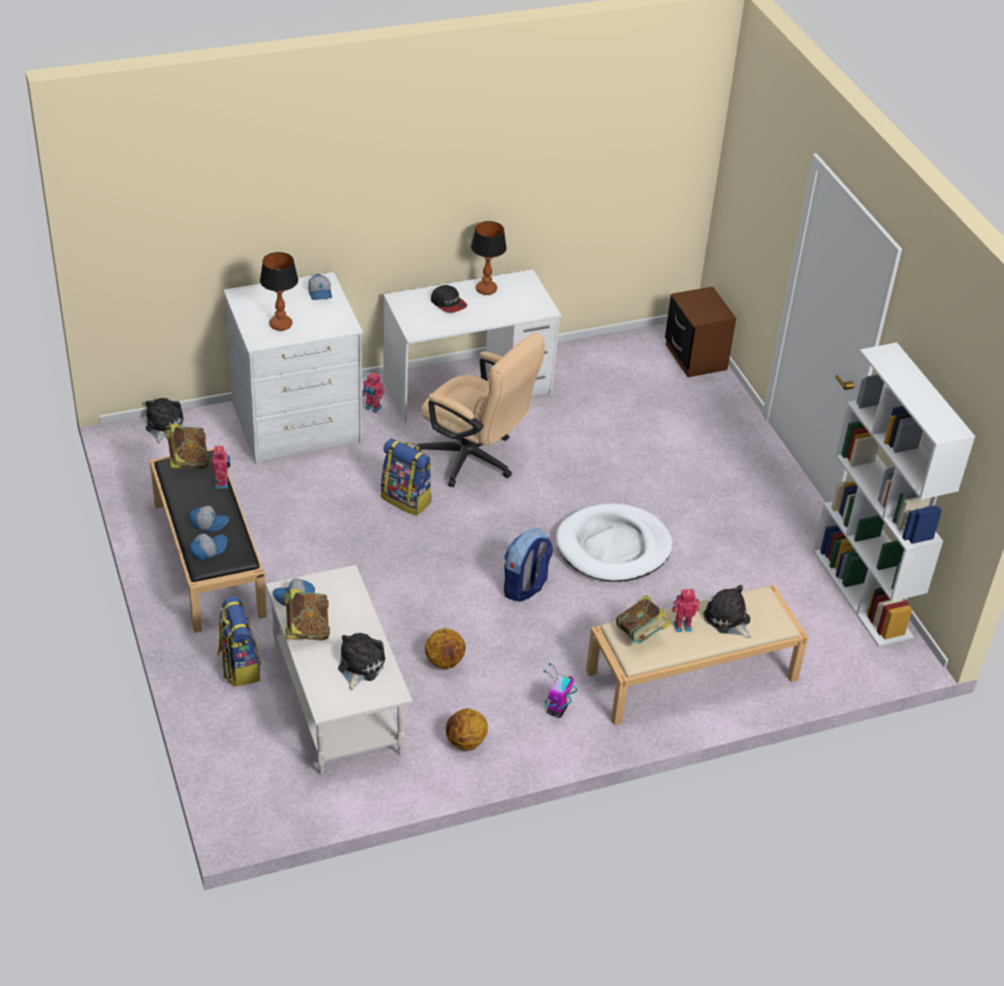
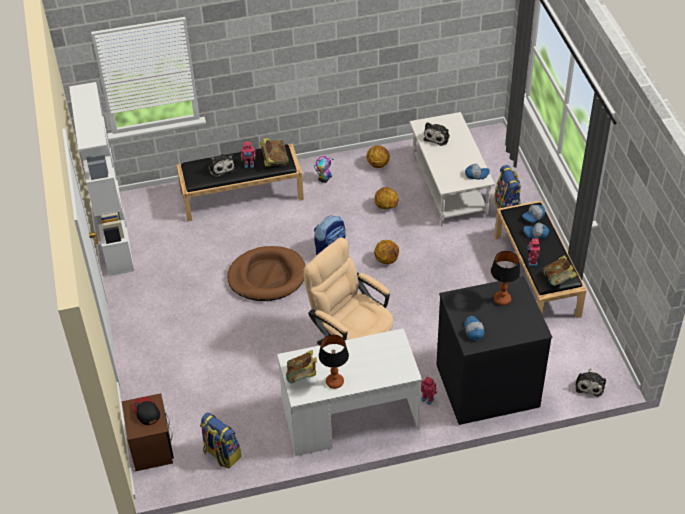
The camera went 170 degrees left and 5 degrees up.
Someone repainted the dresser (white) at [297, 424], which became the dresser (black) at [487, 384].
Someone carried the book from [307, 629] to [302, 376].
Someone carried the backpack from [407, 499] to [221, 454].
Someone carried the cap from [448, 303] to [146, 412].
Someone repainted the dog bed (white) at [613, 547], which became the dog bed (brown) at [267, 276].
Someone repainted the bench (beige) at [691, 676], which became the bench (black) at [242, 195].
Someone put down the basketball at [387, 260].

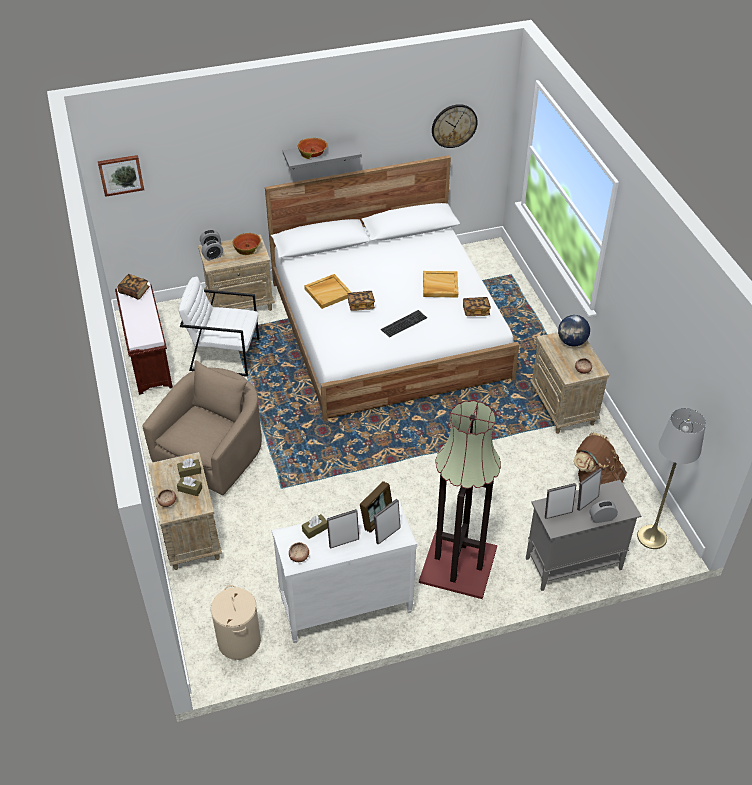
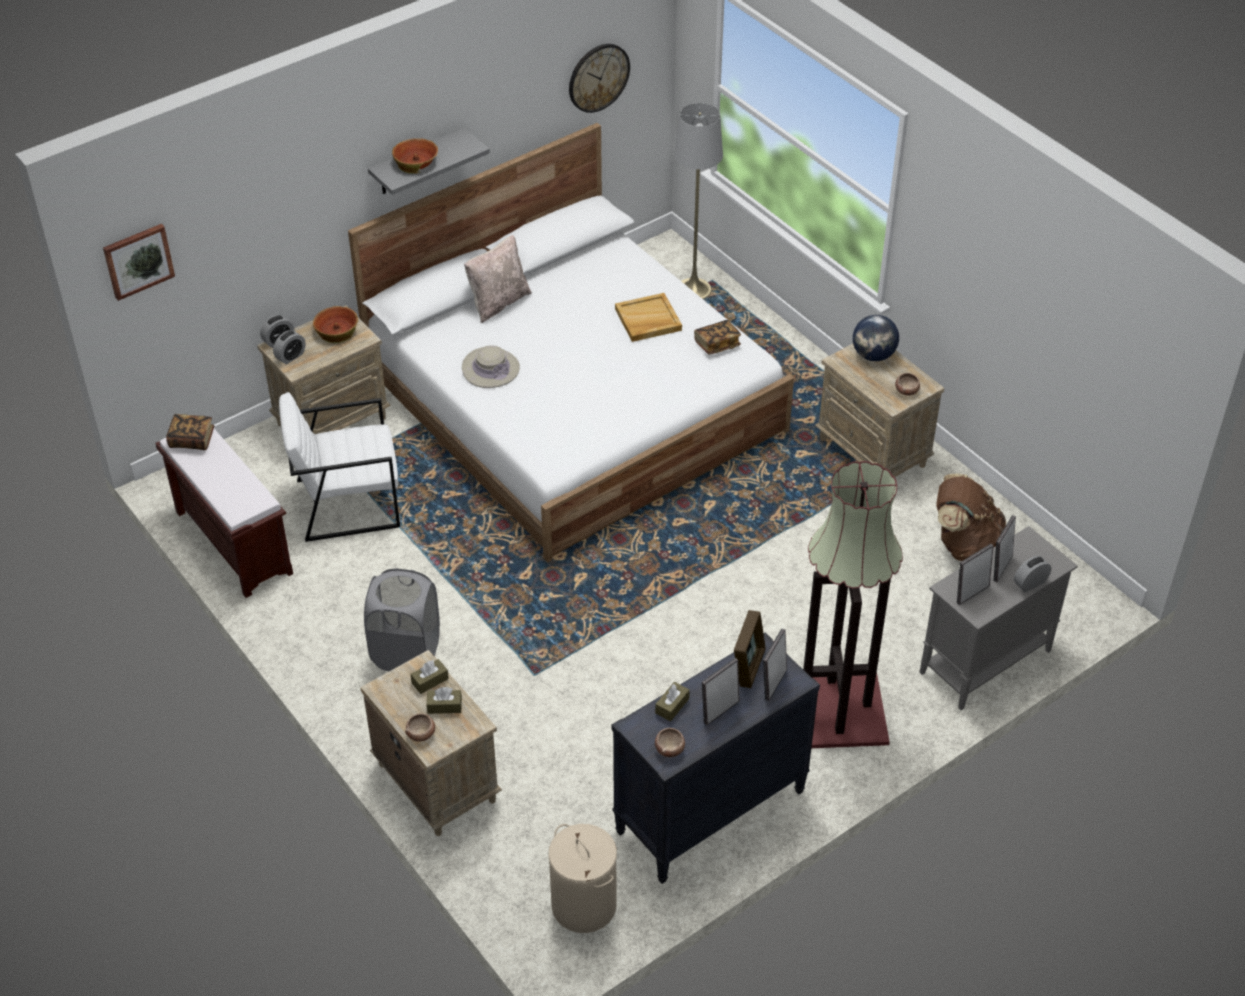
The camera went 20 degrees left and 0 degrees up.
Someone swapped the armchair (beige) at [213, 452] for the laundry basket (grey) at [406, 652].
Someone repainted the dresser (white) at [345, 607], which became the dresser (black) at [710, 813].
Someone swapped the tray (beige) at [328, 292] for the hat (beige) at [490, 368].
Someone took away the book at [361, 305].
Someone took away the keyboard at [403, 323].
Someone carried the floor lamp (grey) from [652, 537] to [693, 290].
Someone put down the pillow (beige) at [498, 302].

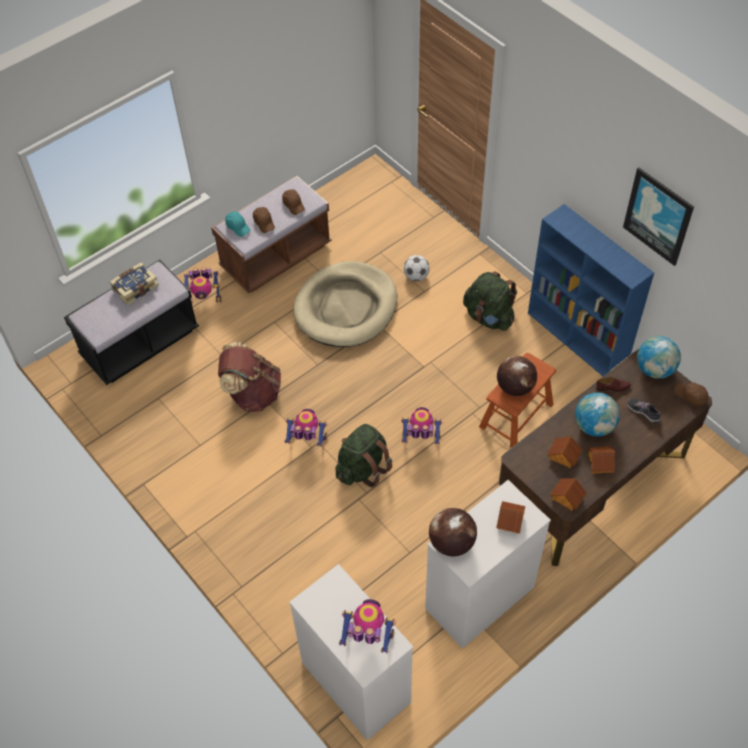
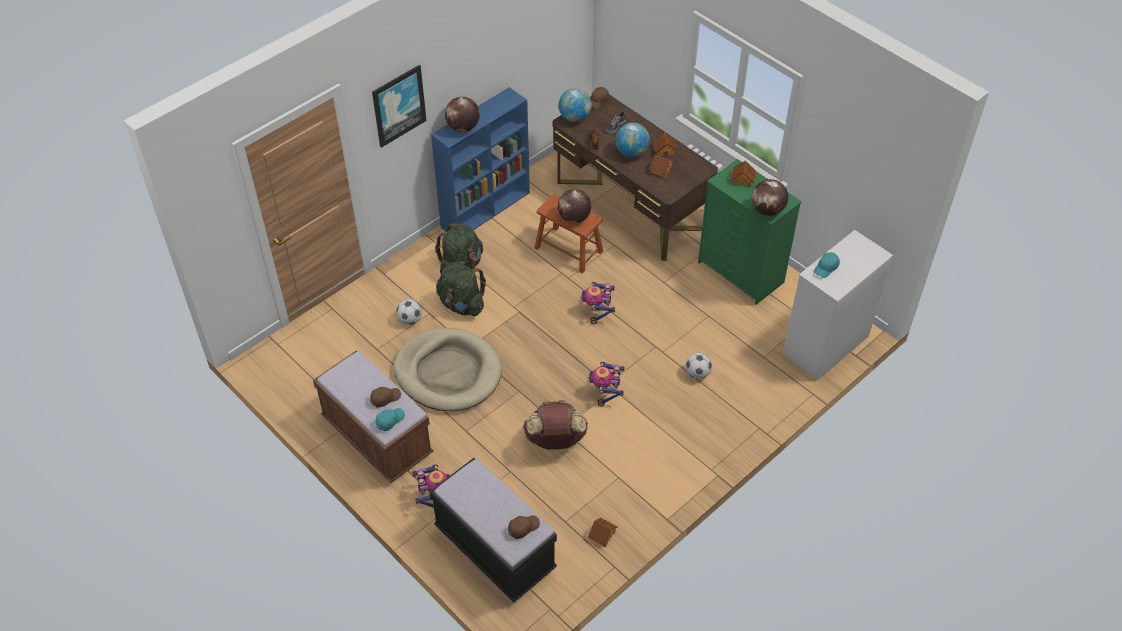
The camera went 95 degrees left and 5 degrees down.
Someone took away the book at [135, 287].
Someone carried the cap (brown) from [293, 205] to [523, 528].
Someone carried the backpack (green) from [362, 468] to [462, 305].
Someone took away the toy robot at [368, 638].
Someone repainted the dresser (white) at [479, 598], which became the dresser (green) at [741, 273].
Someone carried the toy house from [566, 497] to [602, 535].
Someone carried the picture from [658, 216] to [398, 105].
Someone put down the globe at [463, 127].
Someone put down the football at [697, 373].
Someone put down the cap (turquoise) at [826, 268].

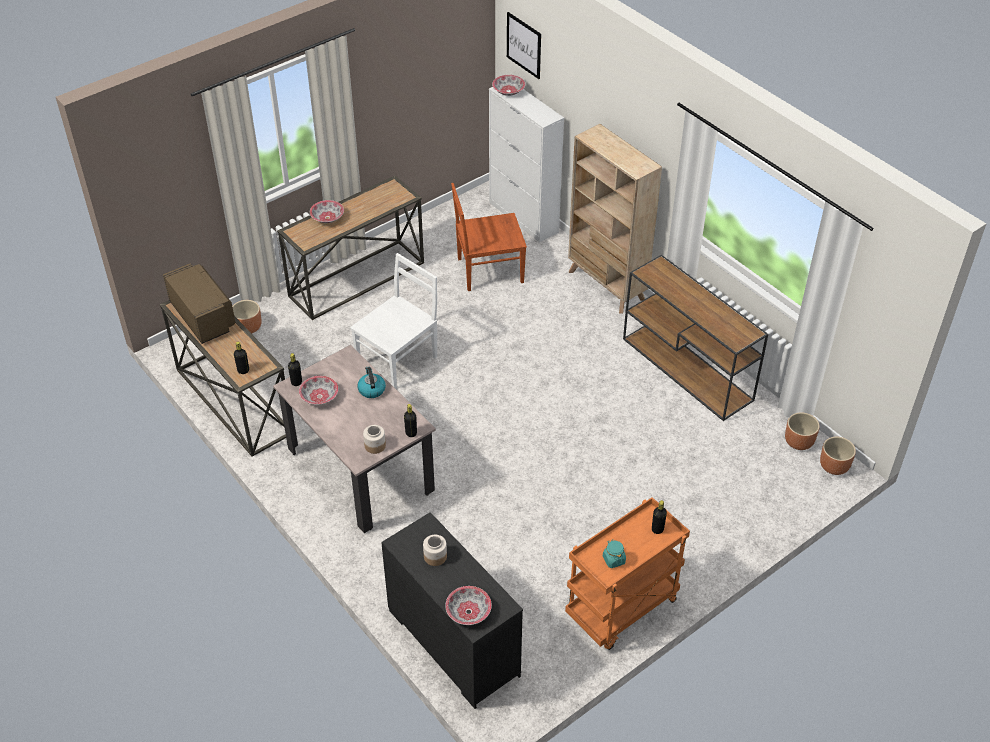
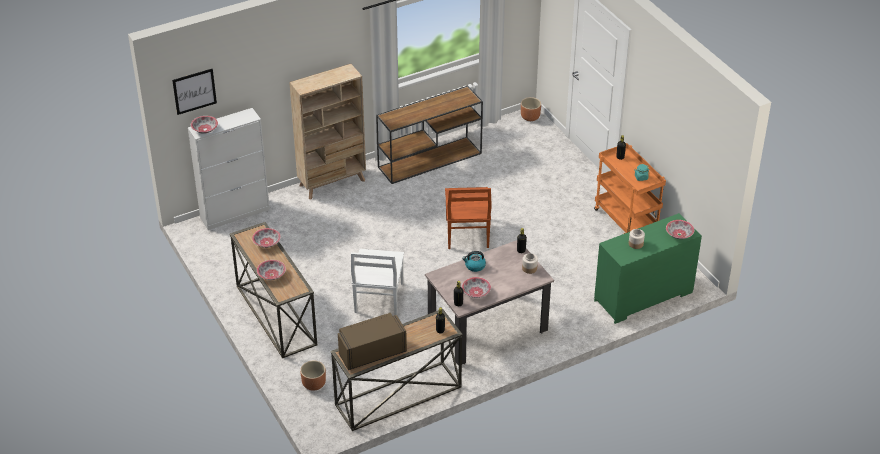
The camera went 80 degrees left and 5 degrees down.
Someone rotated the chair (white) at [398, 359] by 135 degrees counterclockwise.
Someone repainted the dresser (black) at [452, 643], which became the dresser (green) at [643, 297].
Someone carried the chair (brown) from [488, 271] to [467, 234].
Someone took away the planter (brown) at [798, 442].
Someone put down the bowl at [266, 243].

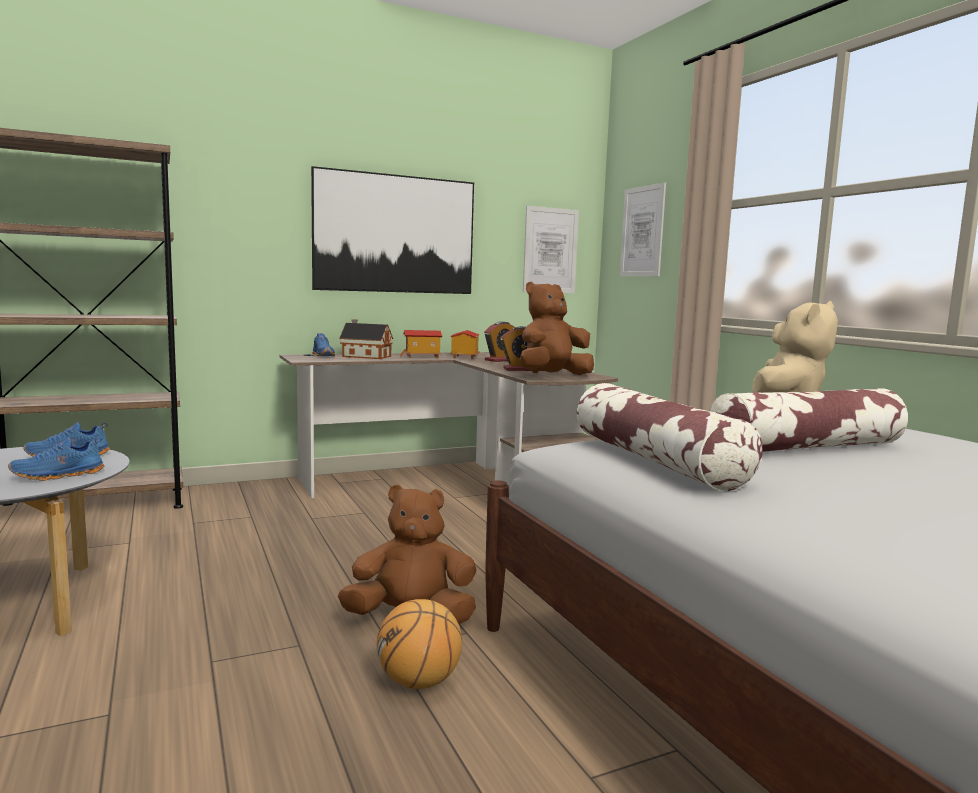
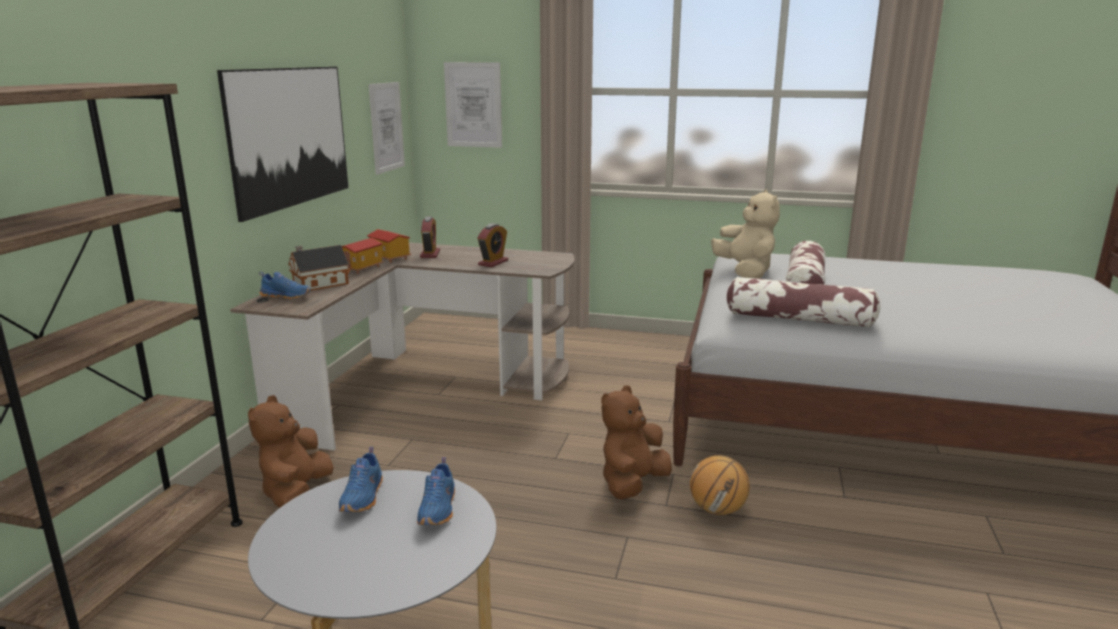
The camera went 50 degrees left and 10 degrees up.
Someone carried the plush toy (brown) from [552, 376] to [296, 493].

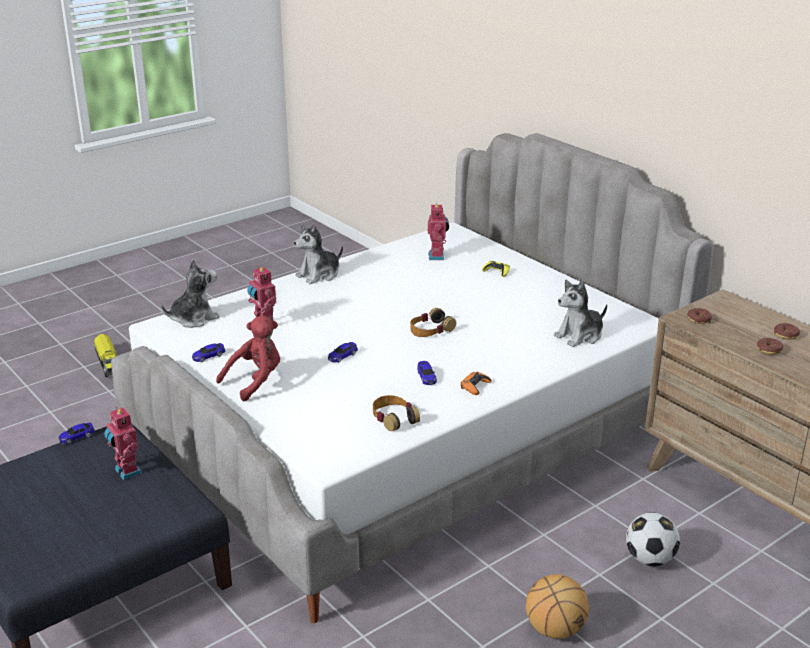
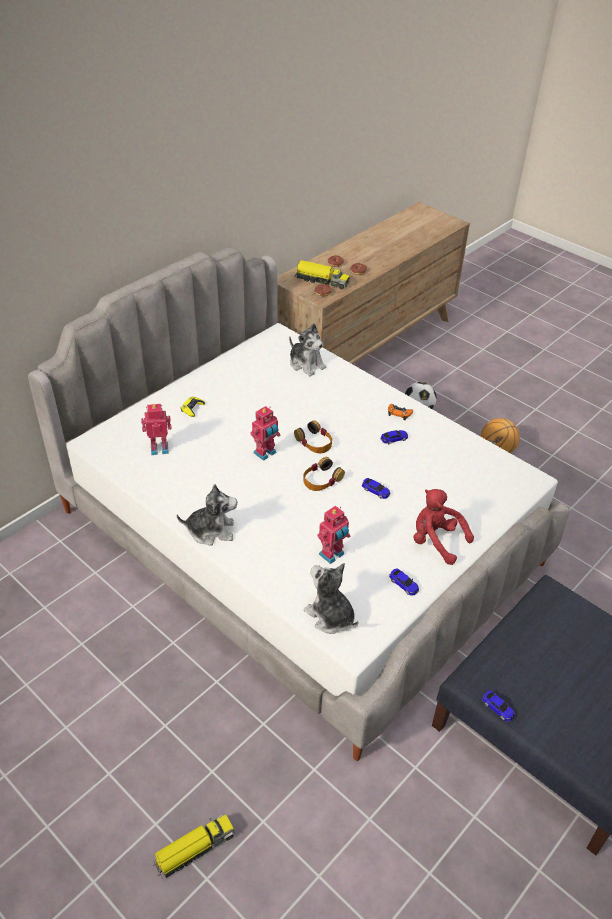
The camera went 100 degrees left and 15 degrees up.
Someone carried the toy robot from [126, 472] to [265, 453].
Someone rotated the plush toy at [319, 275] by 45 degrees counterclockwise.
Someone carried the headphones from [394, 418] to [321, 479].
Someone put down the toy truck at [321, 280].

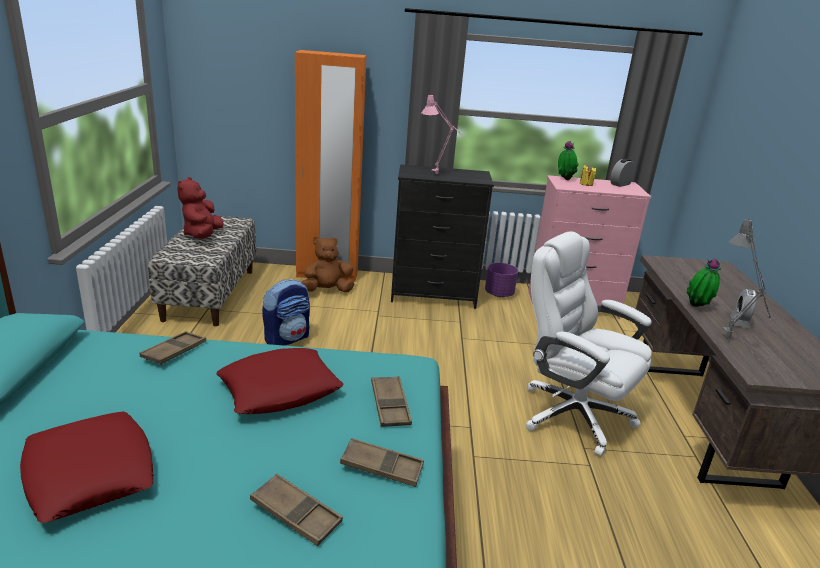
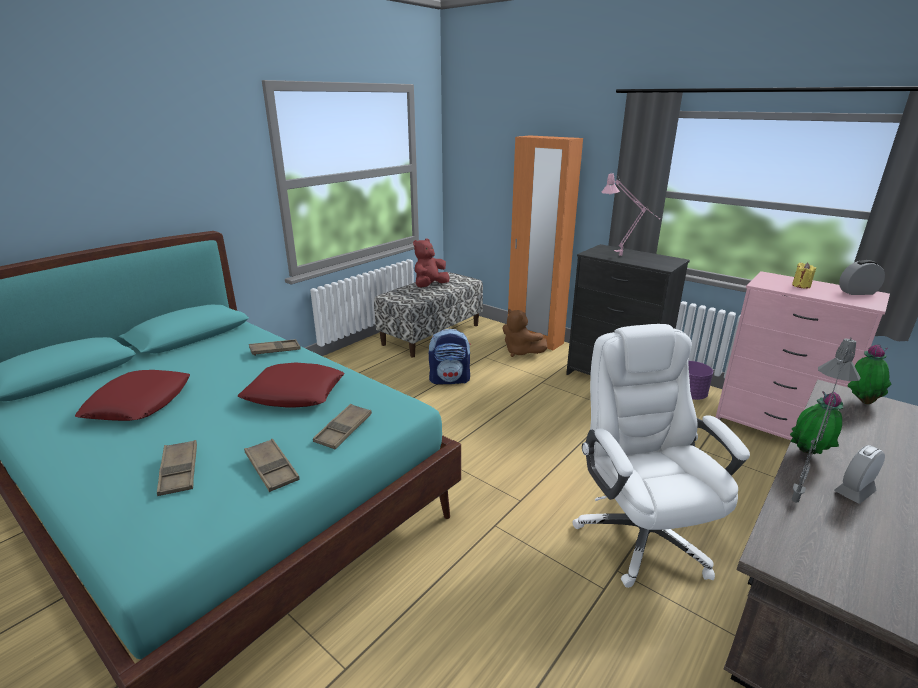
The camera went 40 degrees right and 0 degrees up.
Someone rotated the plush toy (brown) at [327, 291] by 150 degrees counterclockwise.
Someone carried the potted plant from [564, 179] to [861, 401].

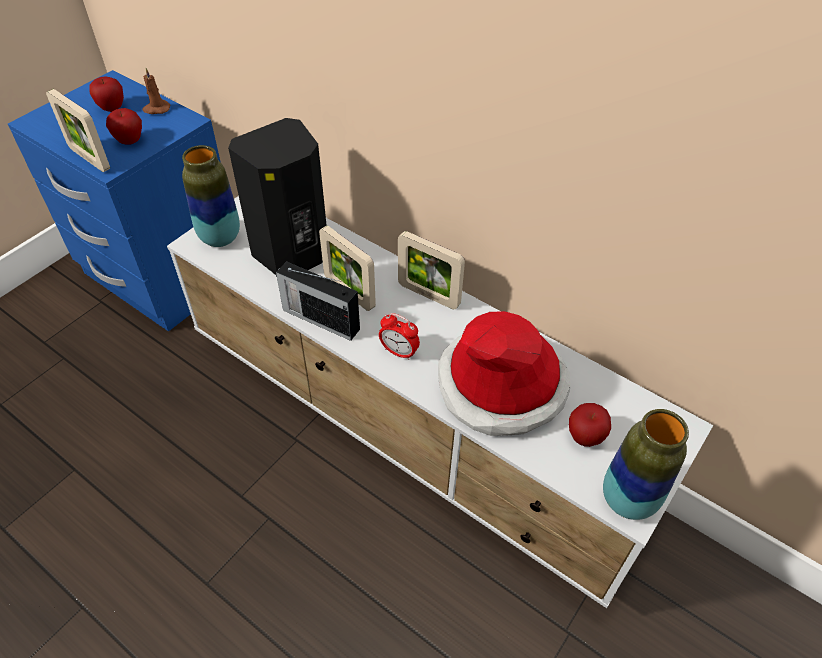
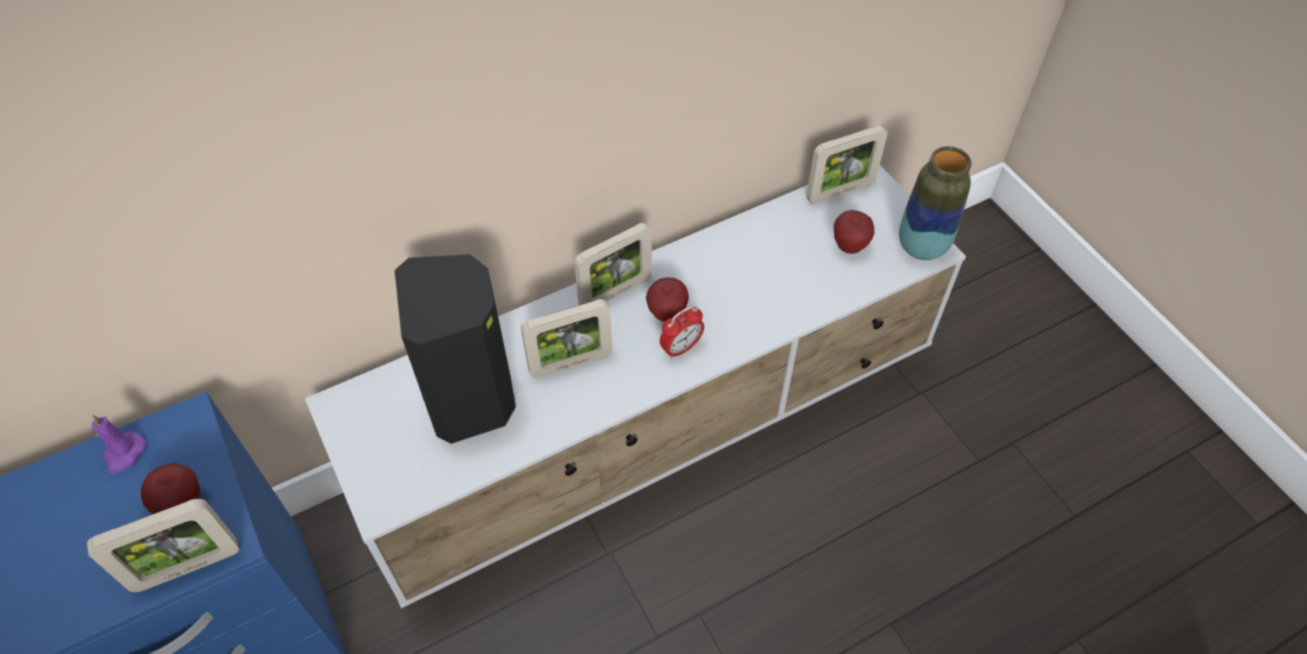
The camera went 65 degrees left and 5 degrees up.
Someone carried the apple from [112, 108] to [667, 314].
Someone repainted the candle (brown) at [156, 109], which became the candle (purple) at [124, 454].
Someone took away the vase at [220, 237].
Someone took away the radio at [319, 318].
Someone took away the hat at [501, 385].
Someone put down the picture frame at [840, 192].

